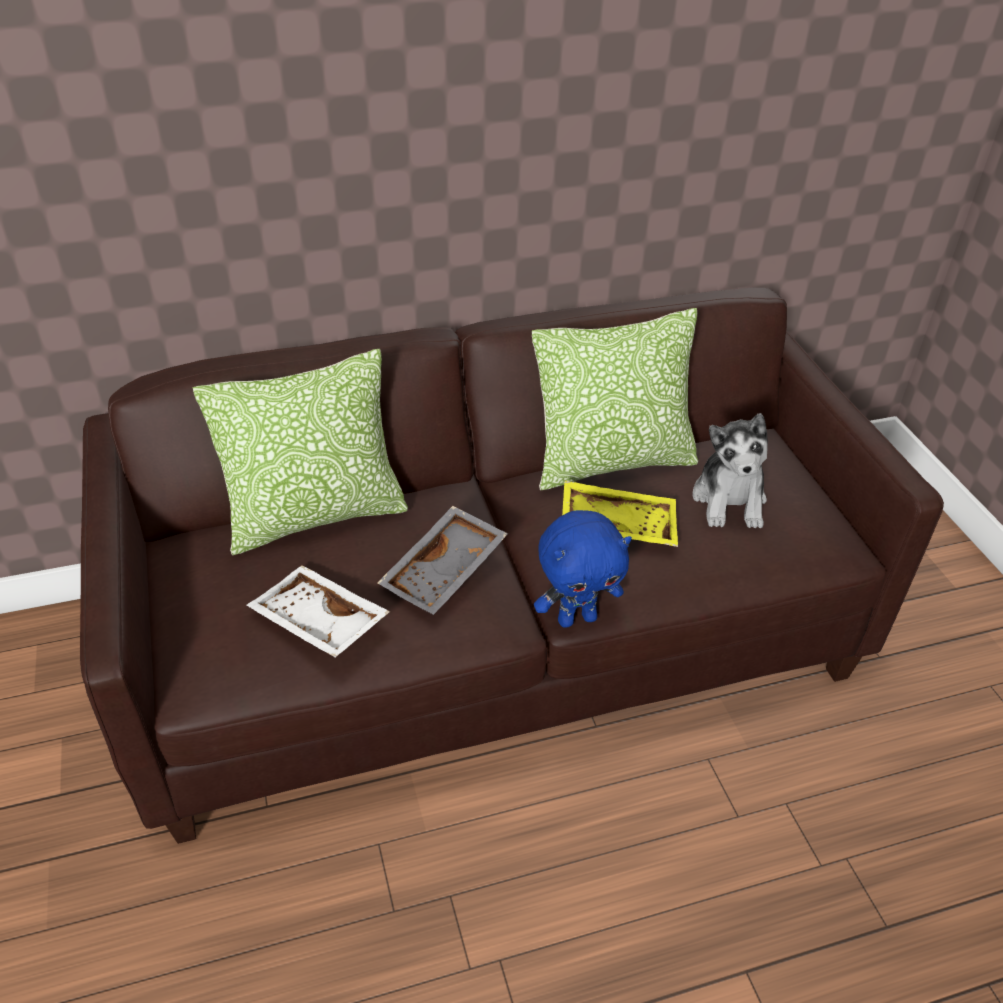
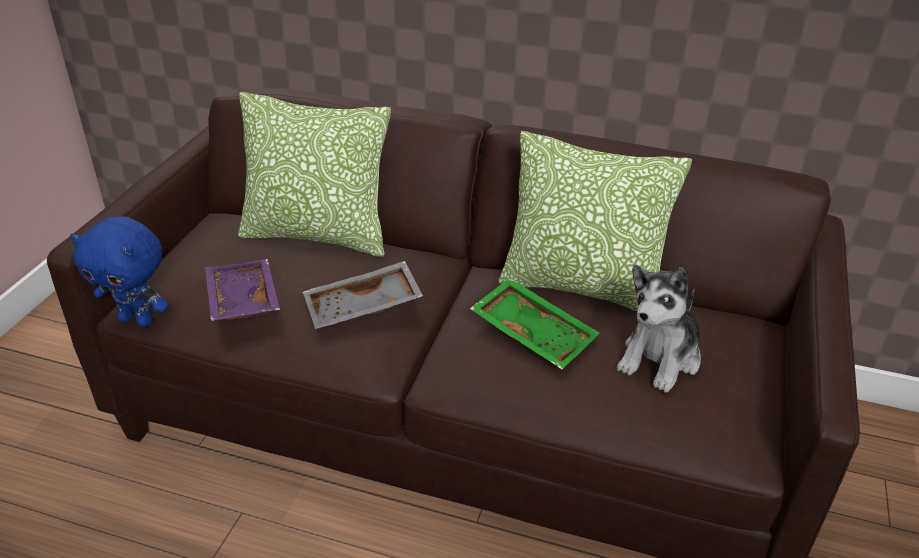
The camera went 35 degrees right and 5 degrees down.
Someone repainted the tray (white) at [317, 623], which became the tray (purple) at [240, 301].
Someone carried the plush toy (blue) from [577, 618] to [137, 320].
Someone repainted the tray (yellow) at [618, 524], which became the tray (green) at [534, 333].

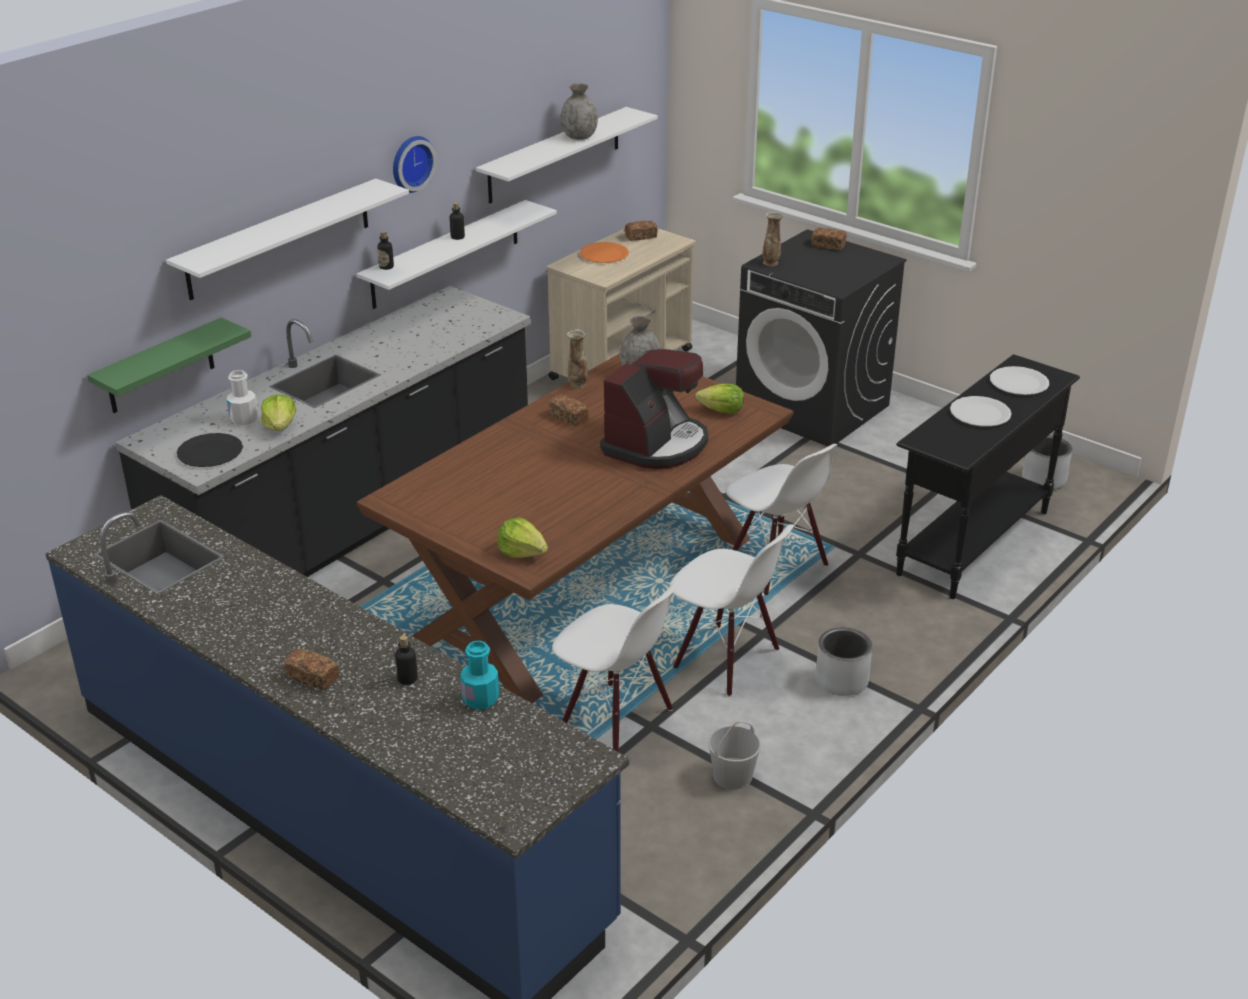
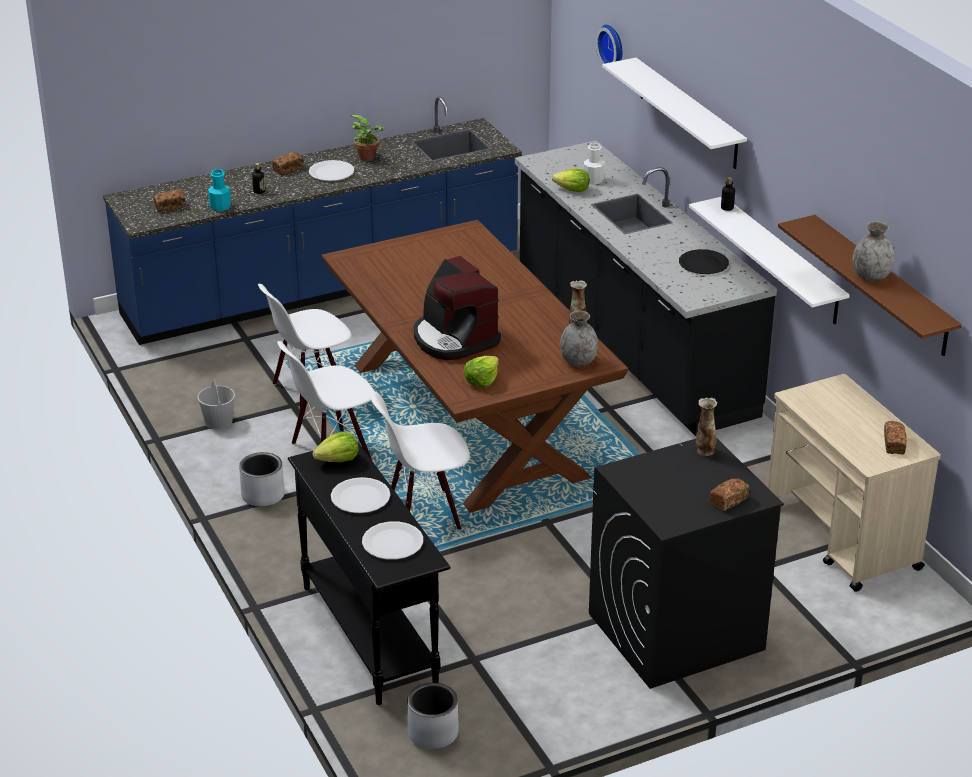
The camera went 115 degrees right and 0 degrees up.
Someone took away the shelf (green) at [160, 367].
Someone carried the plate (black) from [210, 452] to [703, 263].
Someone carried the wall clock from [410, 163] to [613, 47].
Someone took away the bottle at [457, 237].
Someone repainted the shelf (white) at [555, 155], which became the shelf (brown) at [882, 286].
Someone carried the lettuce from [522, 551] to [338, 460].
Someone carried the bread from [569, 417] to [170, 207].
Someone took away the plate (orange) at [604, 254].
Someone put down the plate (white) at [331, 172].
Someone put down the potted plant at [369, 158].

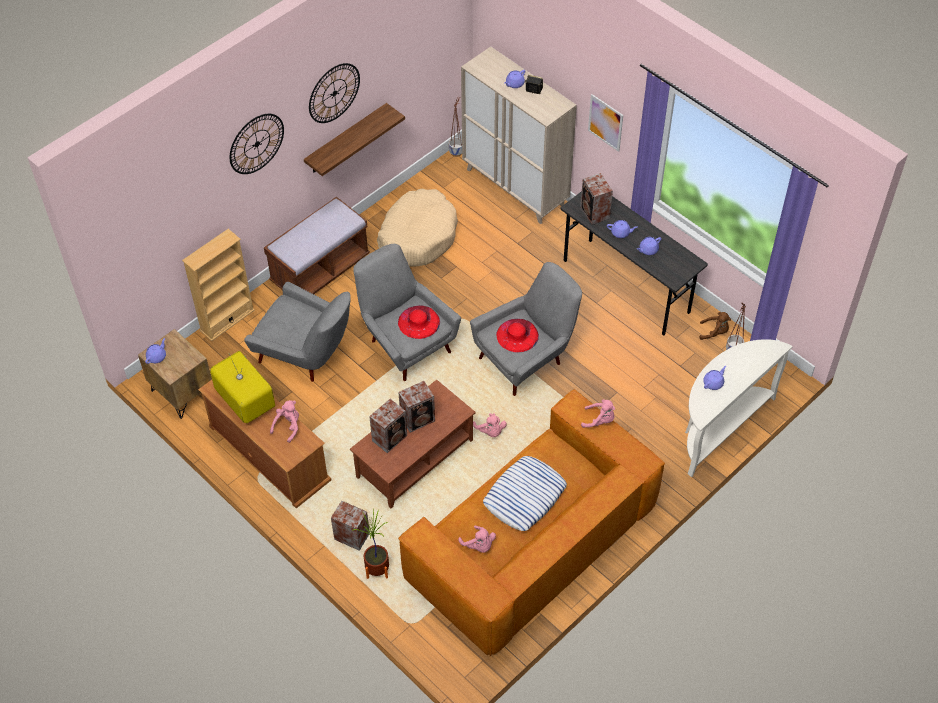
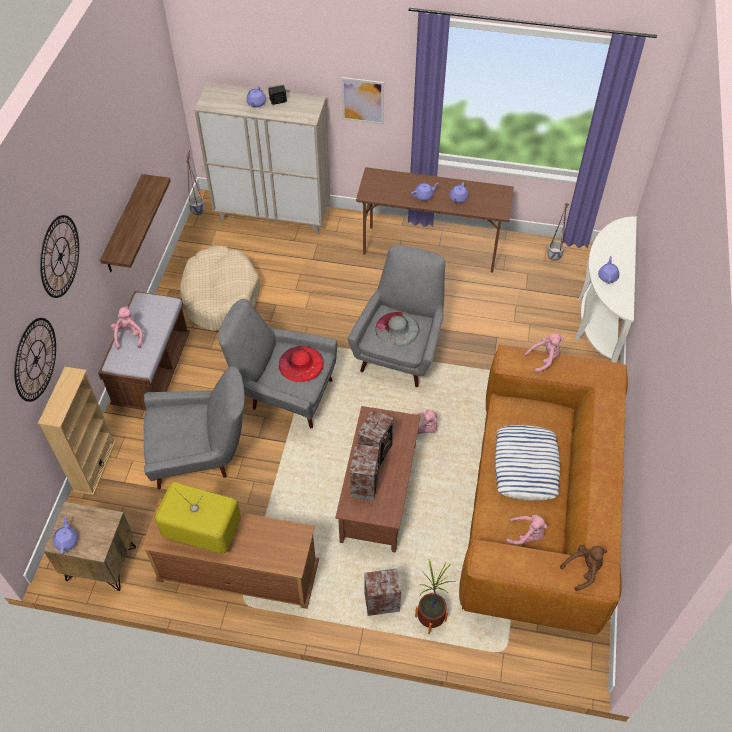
The camera went 35 degrees left and 0 degrees up.
Someone carried the plush toy (pink) from [288, 426] to [129, 336].
Someone carried the wall clock from [334, 93] to [35, 359].
Someone repainted the hat (red) at [517, 335], which became the hat (grey) at [397, 329].
Someone repainted the desk (grey) at [626, 286], which became the desk (brown) at [430, 249].
Someone took away the speaker at [595, 213].
Someone carried the plush toy (brown) from [714, 332] to [583, 570].

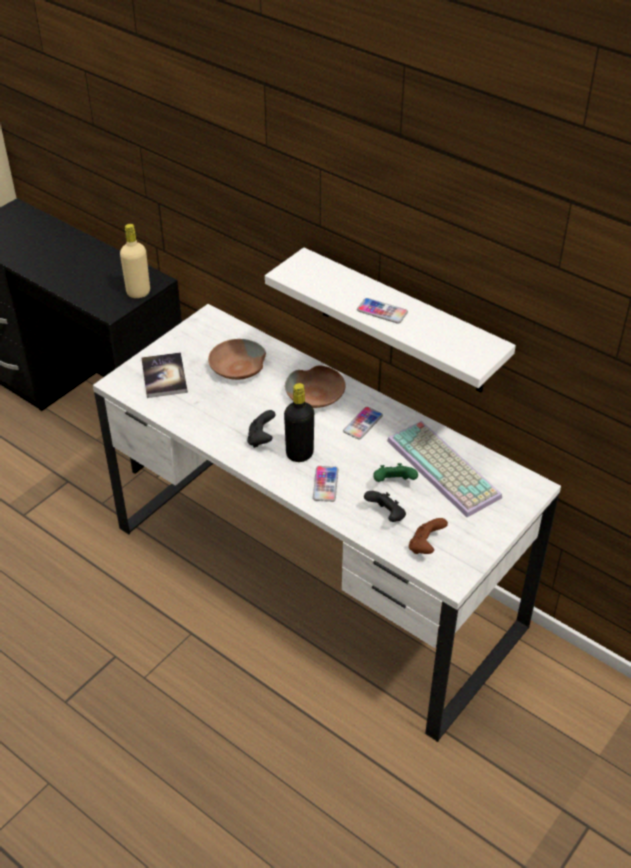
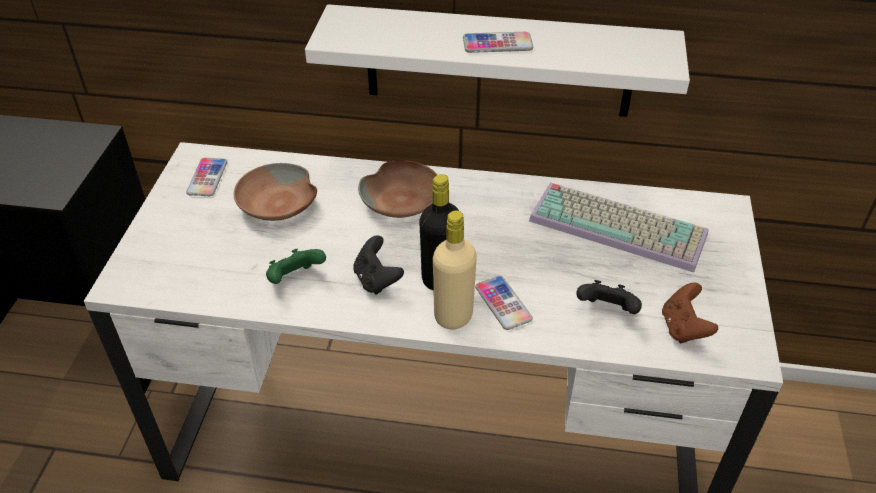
The camera went 30 degrees left and 0 degrees up.
Someone carried the bottle (beige) from [138, 292] to [453, 316].
Someone took away the book at [164, 376].
Someone carried the phone from [363, 424] to [207, 178].
Someone carried the game controller (green) from [393, 483] to [295, 279].

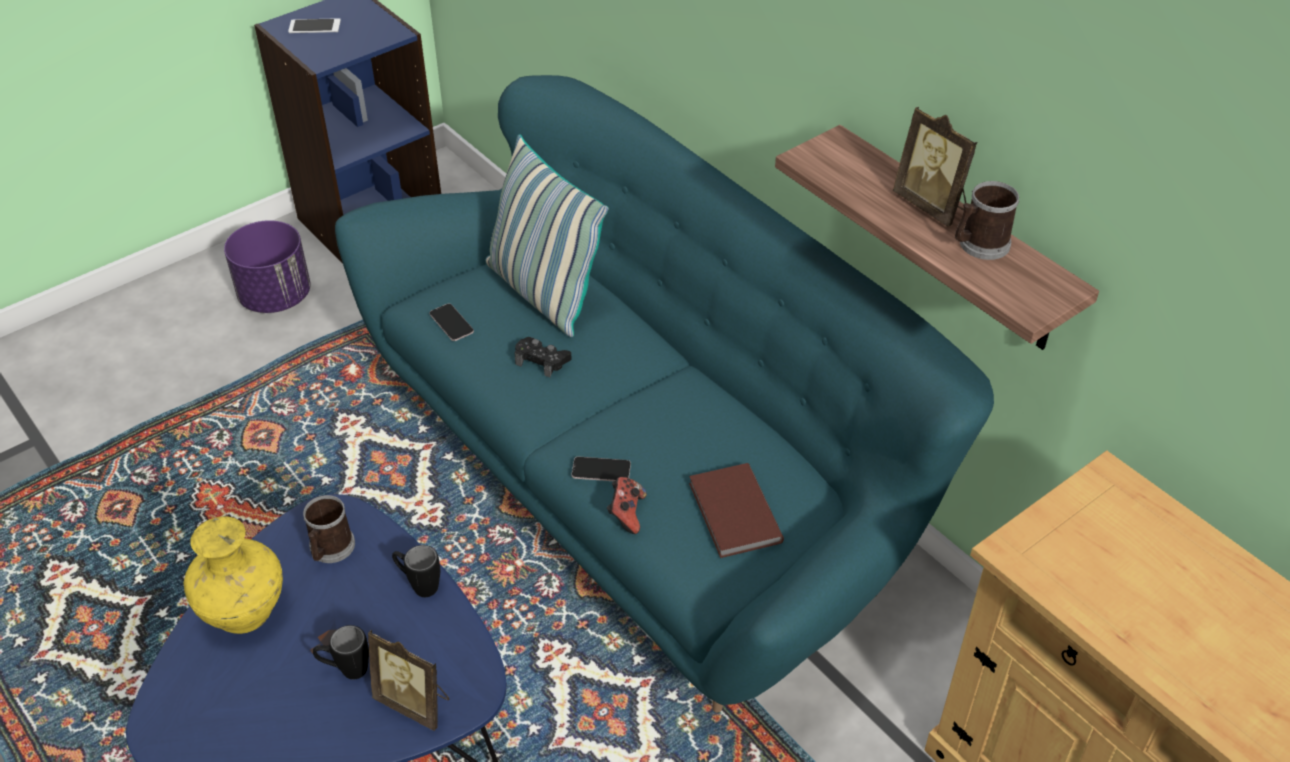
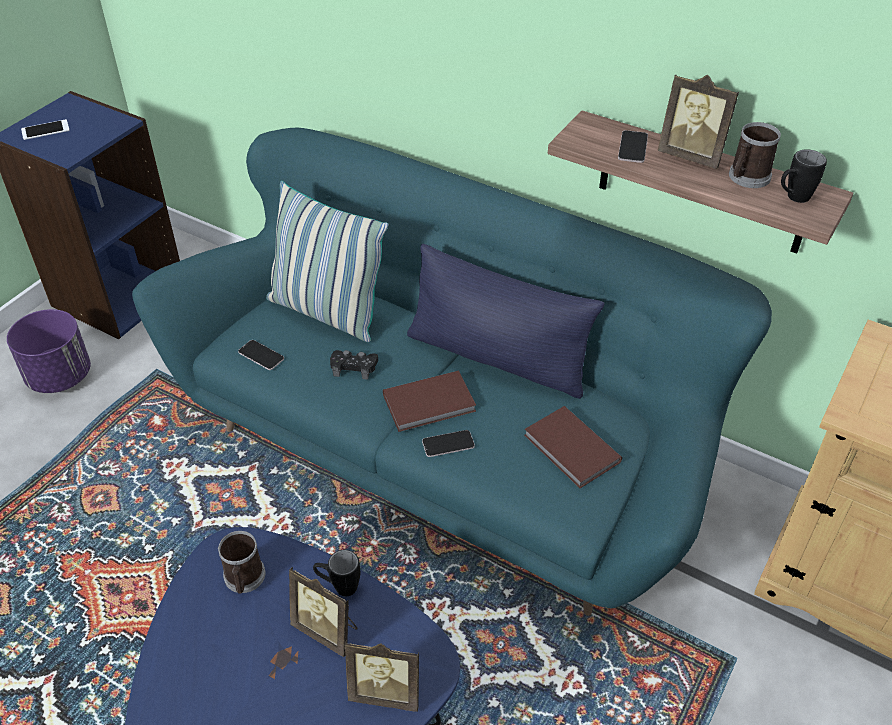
The camera went 20 degrees left and 0 degrees up.
Someone took away the vase (yellow) at [243, 613].
Someone carried the mug (black) from [346, 670] to [792, 198].
Someone took away the game controller at [626, 514].
Someone put down the picture frame at [327, 630].
Someone put down the book (brown) at [430, 404].
Someone put down the pillow (blue) at [497, 358].
Someone put down the phone at [632, 147].

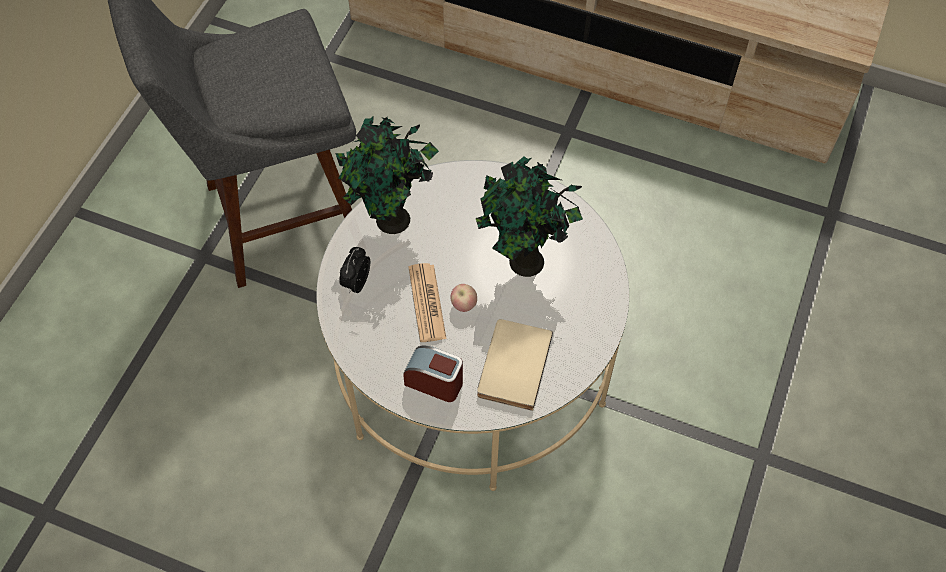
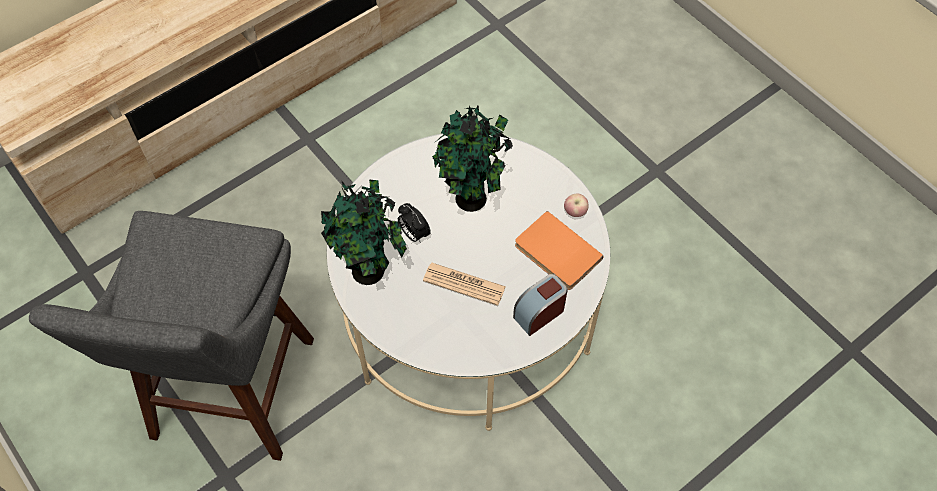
The camera went 60 degrees left and 0 degrees up.
Someone carried the alarm clock from [356, 282] to [414, 234].
Someone carried the apple from [463, 305] to [575, 212].
Someone repainted the book (beige) at [511, 365], which became the book (orange) at [555, 254].

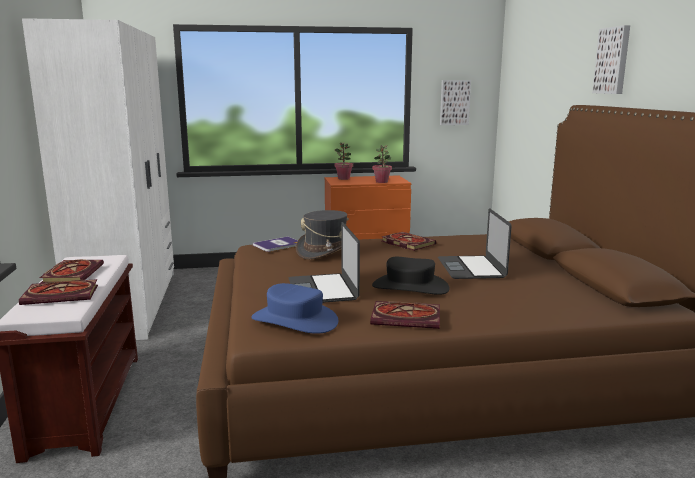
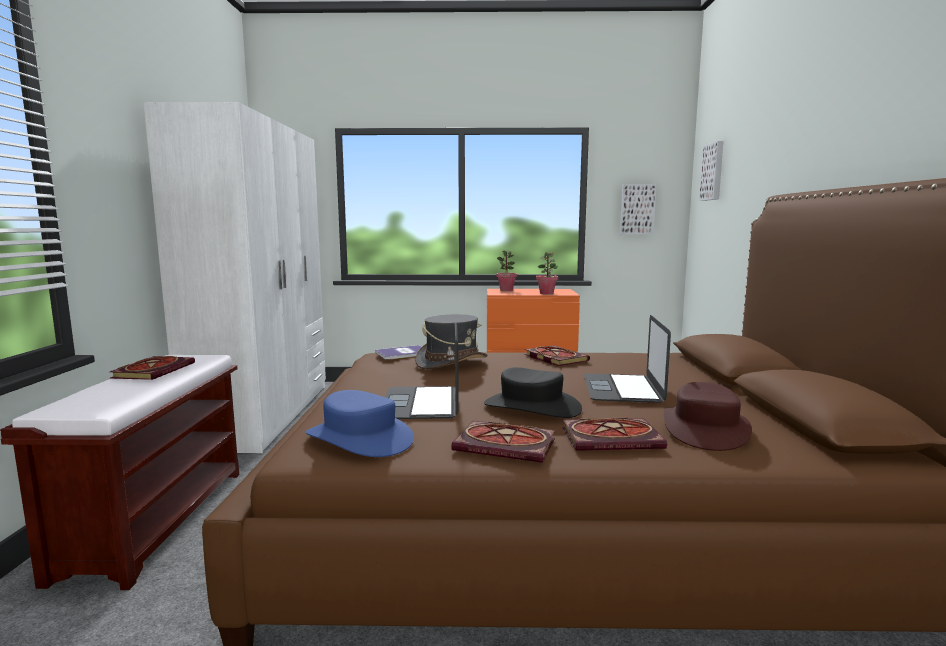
The camera went 10 degrees right and 5 degrees down.
Someone carried the book from [63, 295] to [613, 438].
Someone carried the picture from [613, 60] to [713, 172].
Someone put down the hat (brown) at [705, 429].

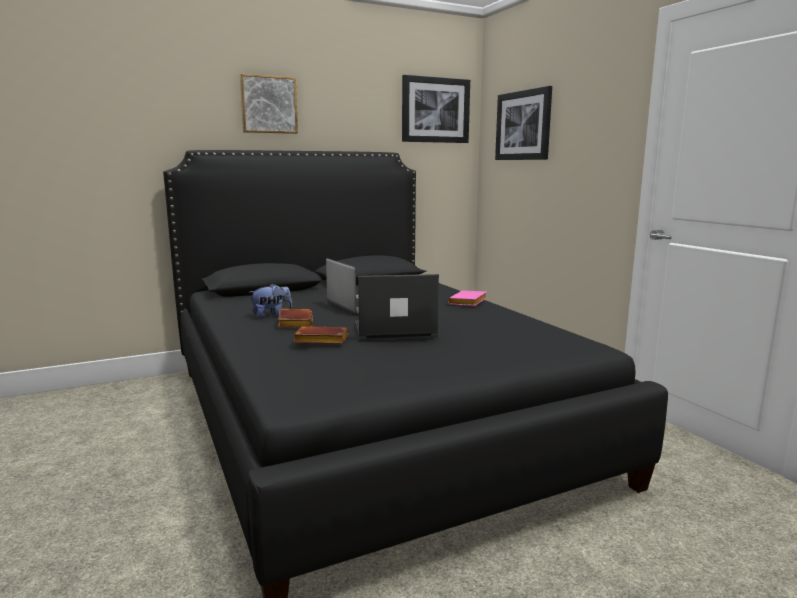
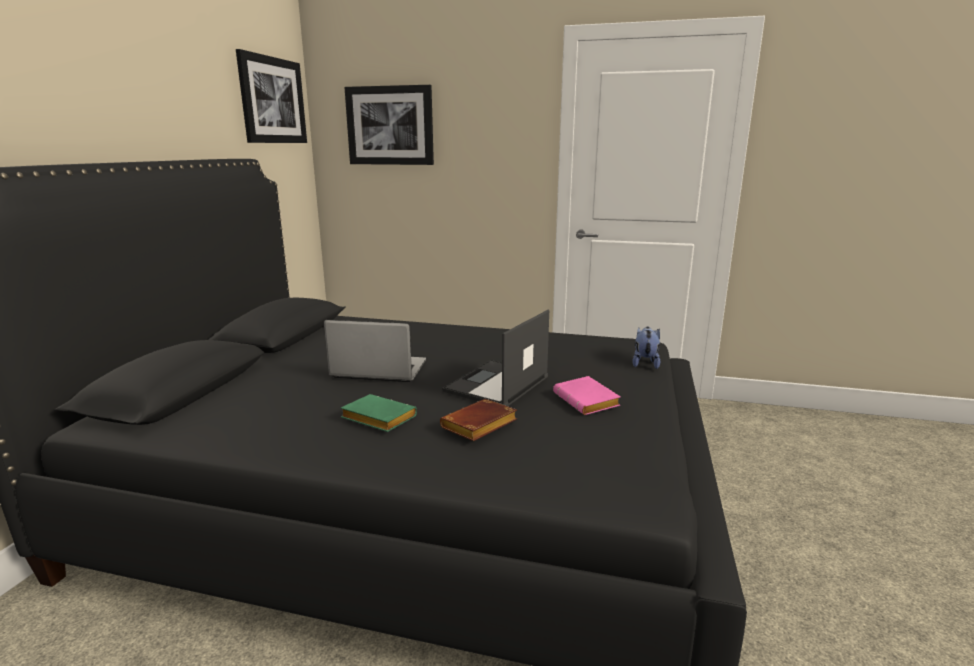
The camera went 50 degrees left and 5 degrees up.
Someone took away the picture at [268, 105].
Someone carried the plush toy from [271, 315] to [645, 363].
Someone repainted the book (brown) at [294, 322], which became the book (green) at [376, 419].
Someone carried the book (pink) from [468, 302] to [588, 401].

